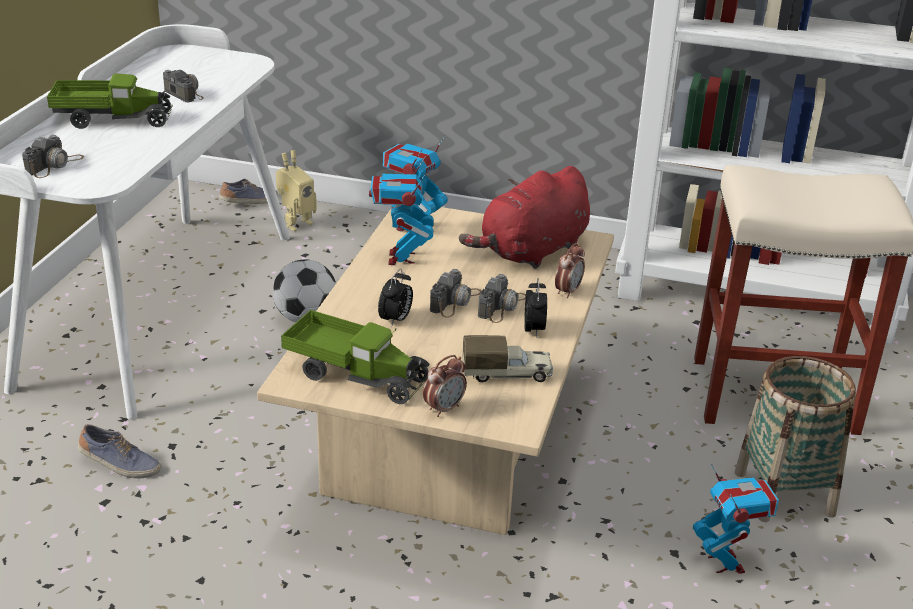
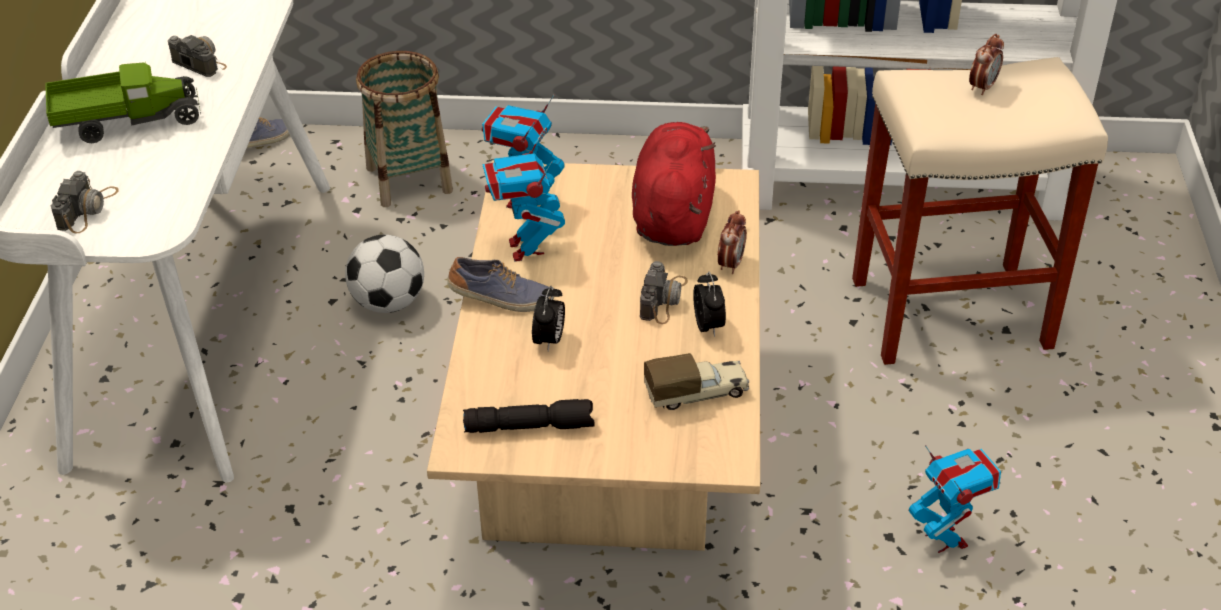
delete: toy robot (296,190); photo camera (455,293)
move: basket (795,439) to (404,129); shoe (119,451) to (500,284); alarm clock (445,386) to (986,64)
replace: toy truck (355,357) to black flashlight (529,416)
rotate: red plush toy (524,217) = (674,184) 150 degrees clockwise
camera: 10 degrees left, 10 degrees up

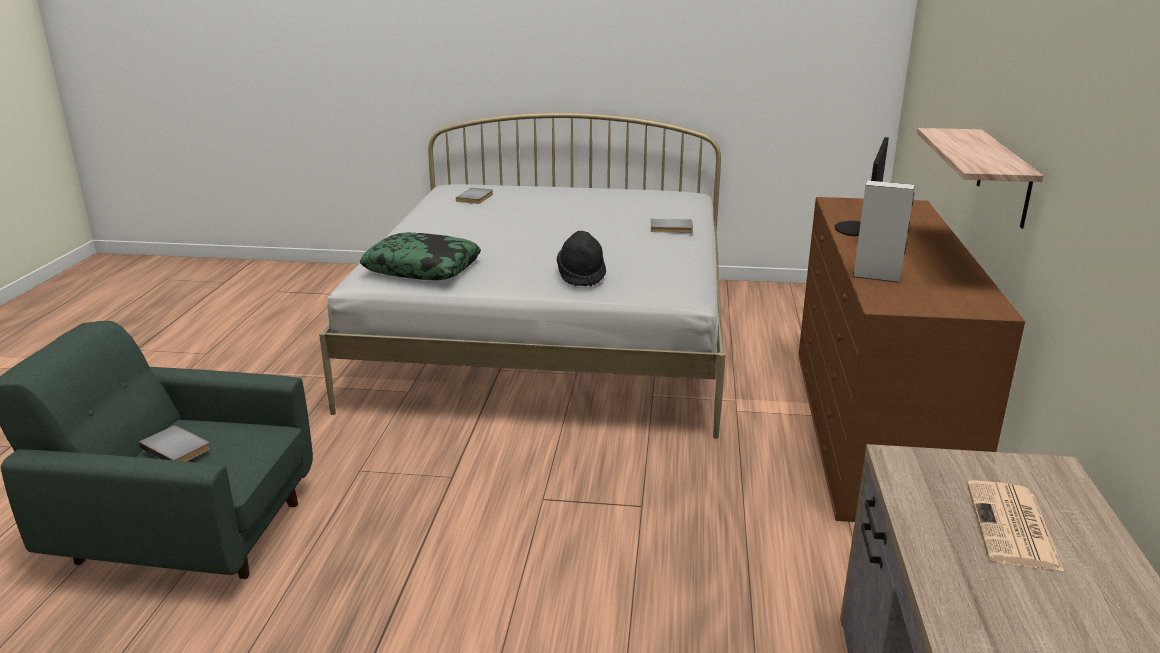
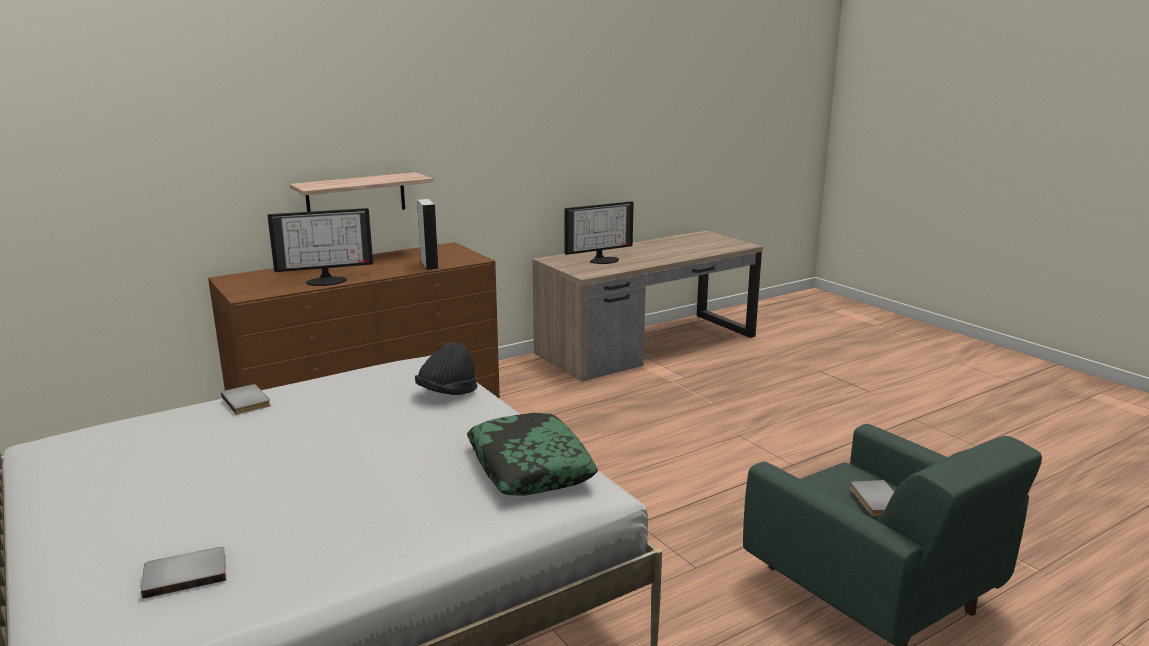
replace: newspaper (1015,525) to monitor (599,232)
camera: 130 degrees left, 5 degrees down

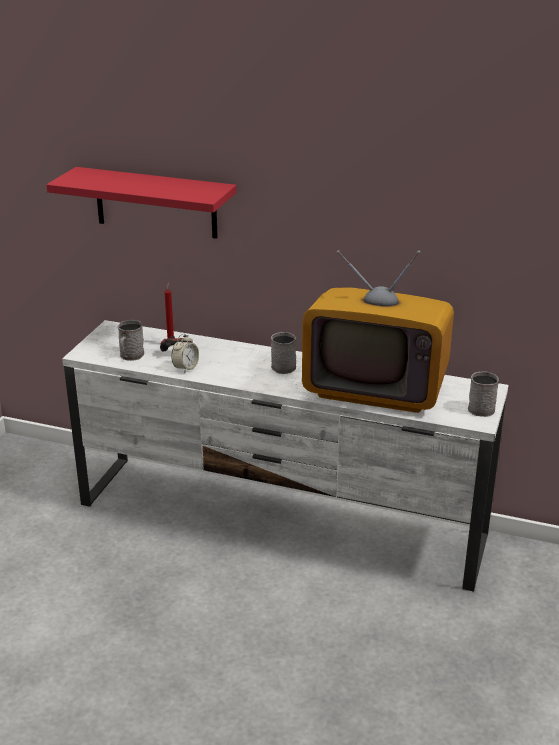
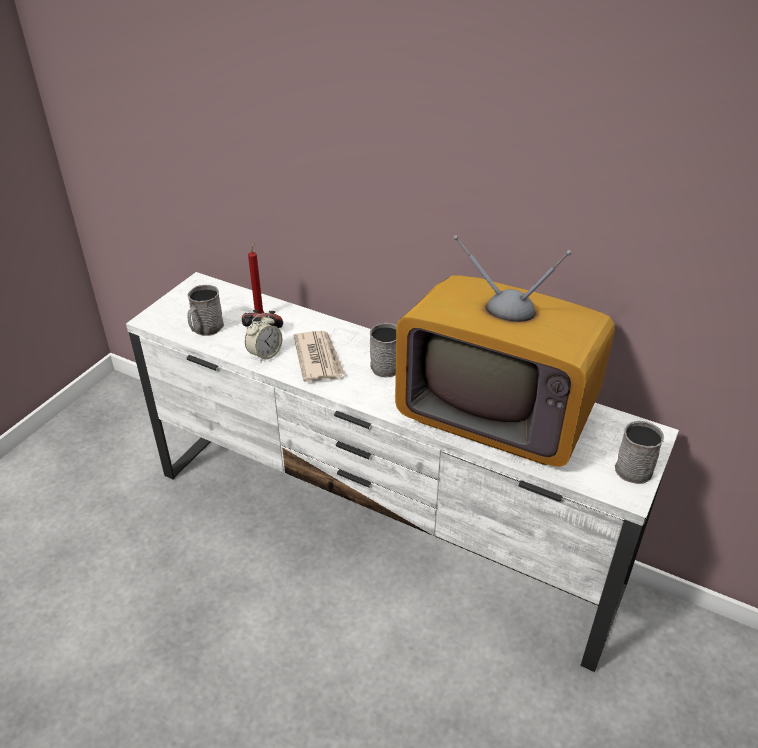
delete: red shelf (141,203)
insert: newspaper (319,356)
camera: 10 degrees right, 10 degrees up

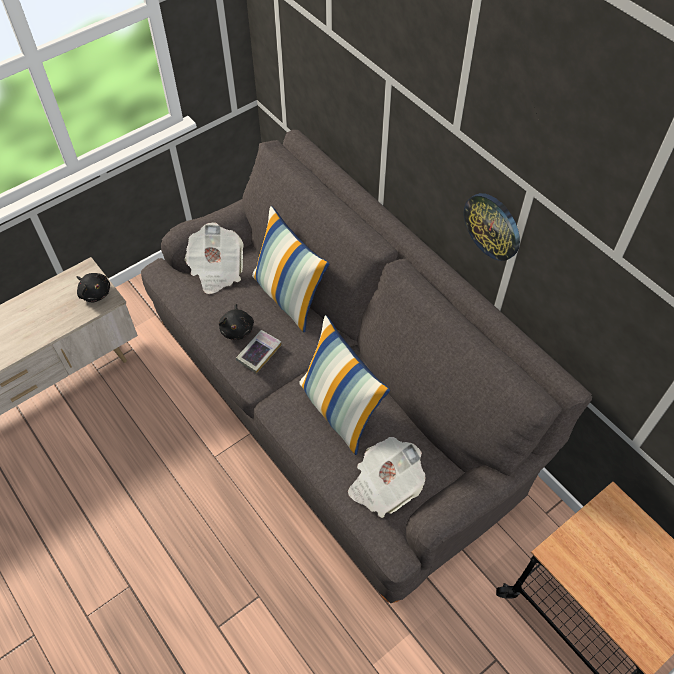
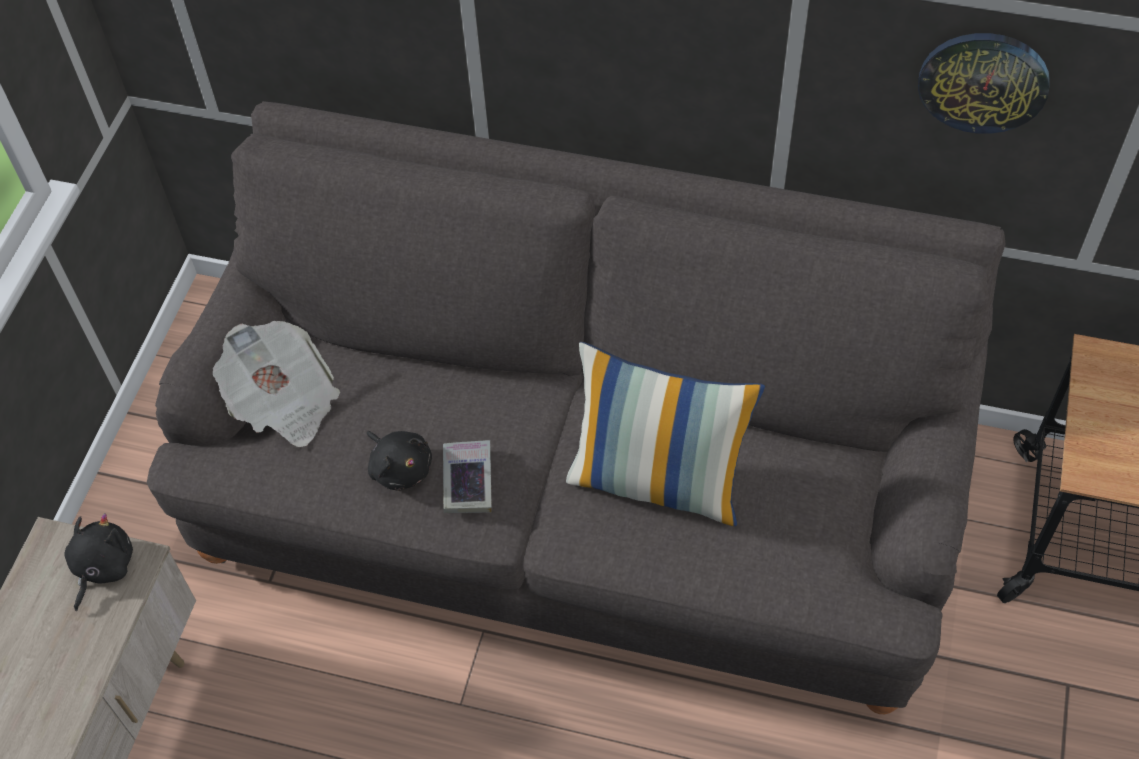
delete: pillow (290,269); newspaper (387,477)
move: wall clock (492,227) to (984,83)
rotate: black plush toy (93,288) = (98,562) 75 degrees counterclockwise
camera: 35 degrees left, 0 degrees up

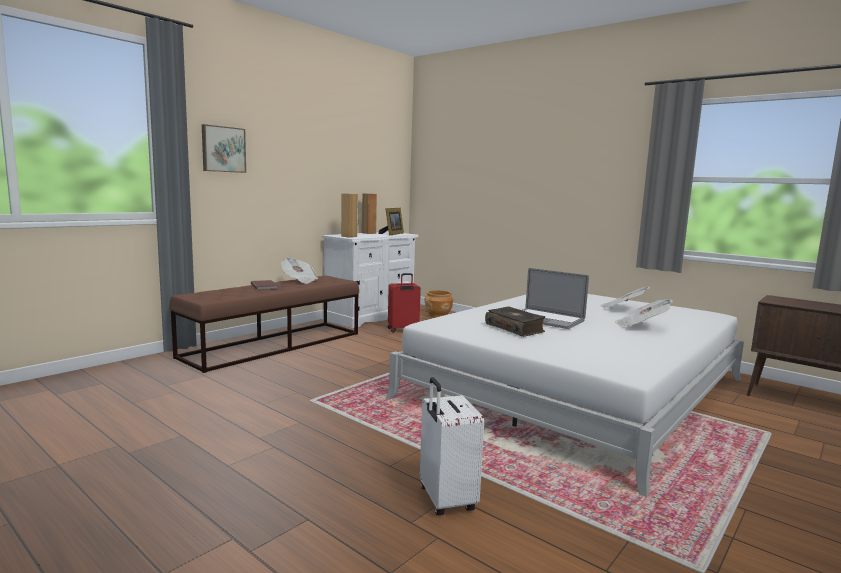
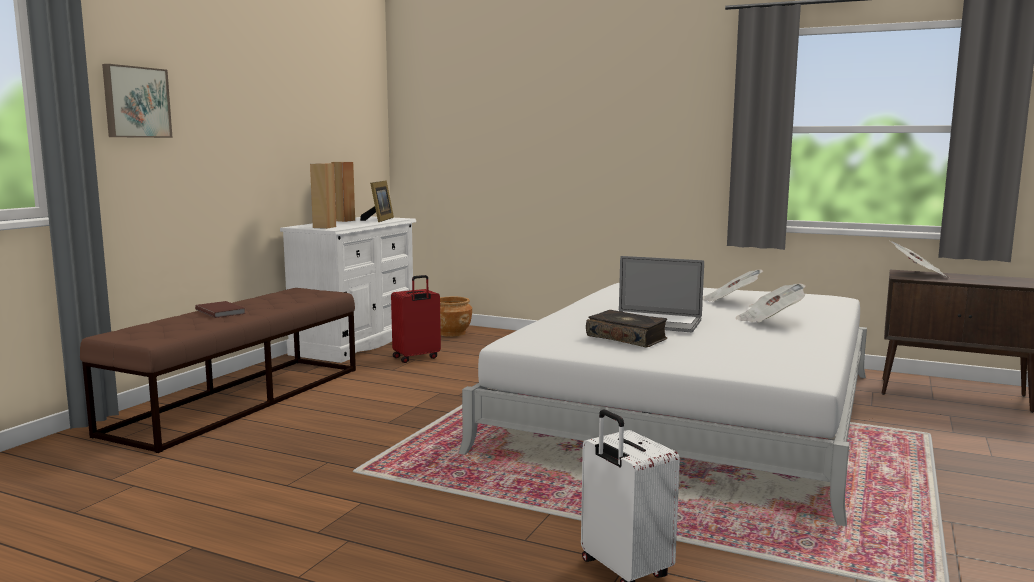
move: newspaper (299,271) to (919,259)
camera: 15 degrees left, 0 degrees up

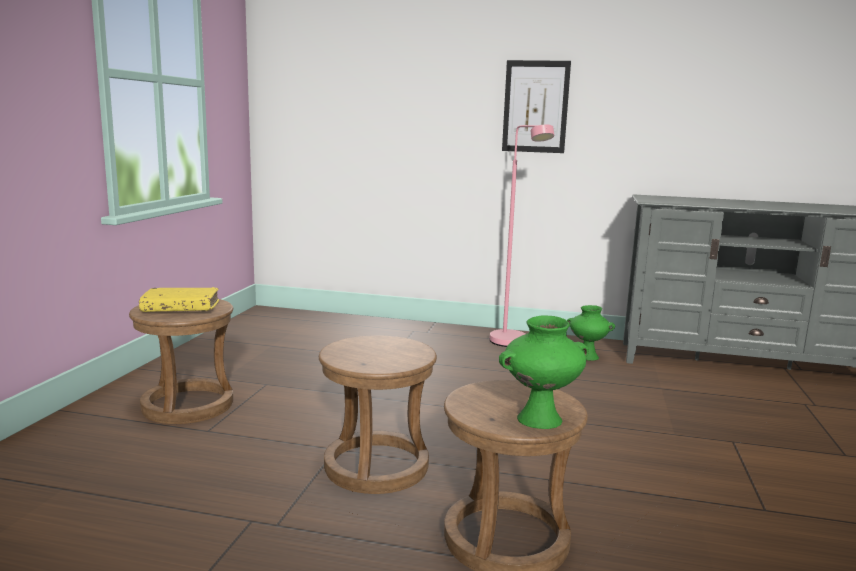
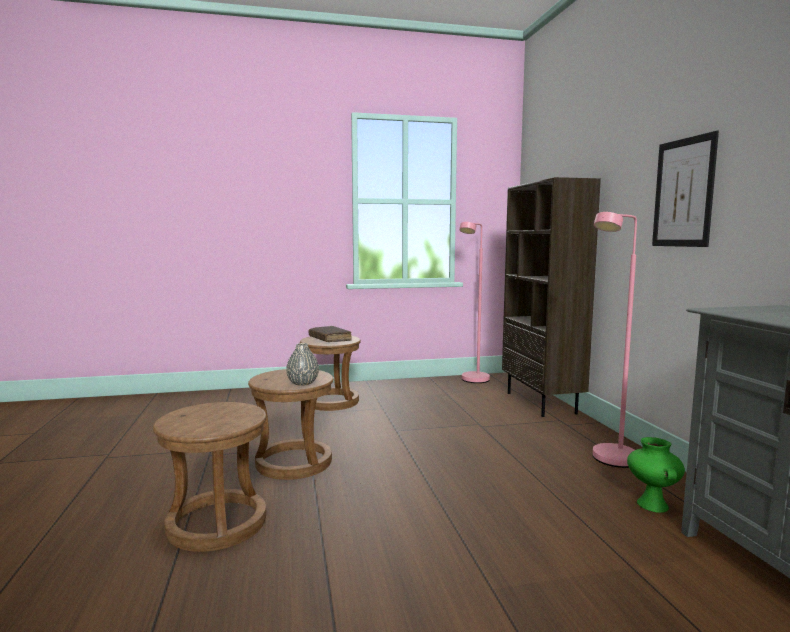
delete: green vase (544,372)
insert: grey vase (302,364); pink floor lamp (474,302); brown bookcase (551,297)
recolor: yellow book (179,299) to brown book (330,334)
camera: 65 degrees right, 5 degrees down

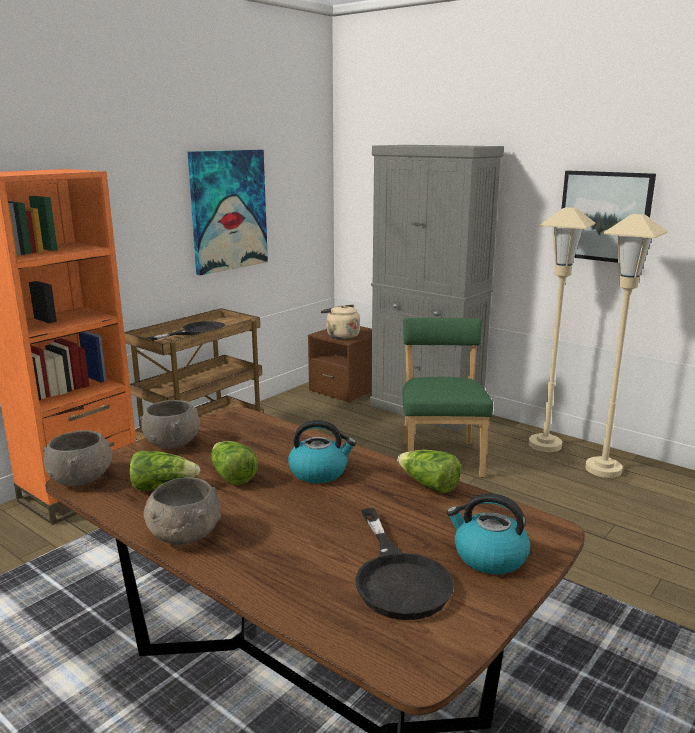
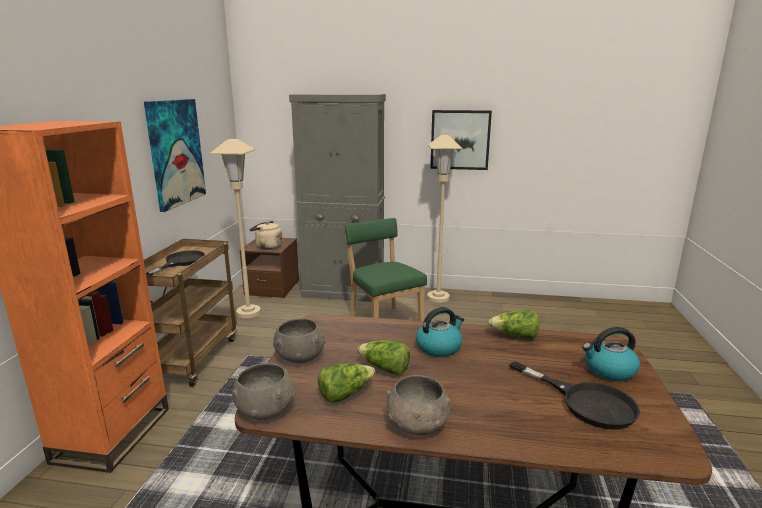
move: beige floor lamp (626,346) to (235,228)
camera: 30 degrees left, 0 degrees up

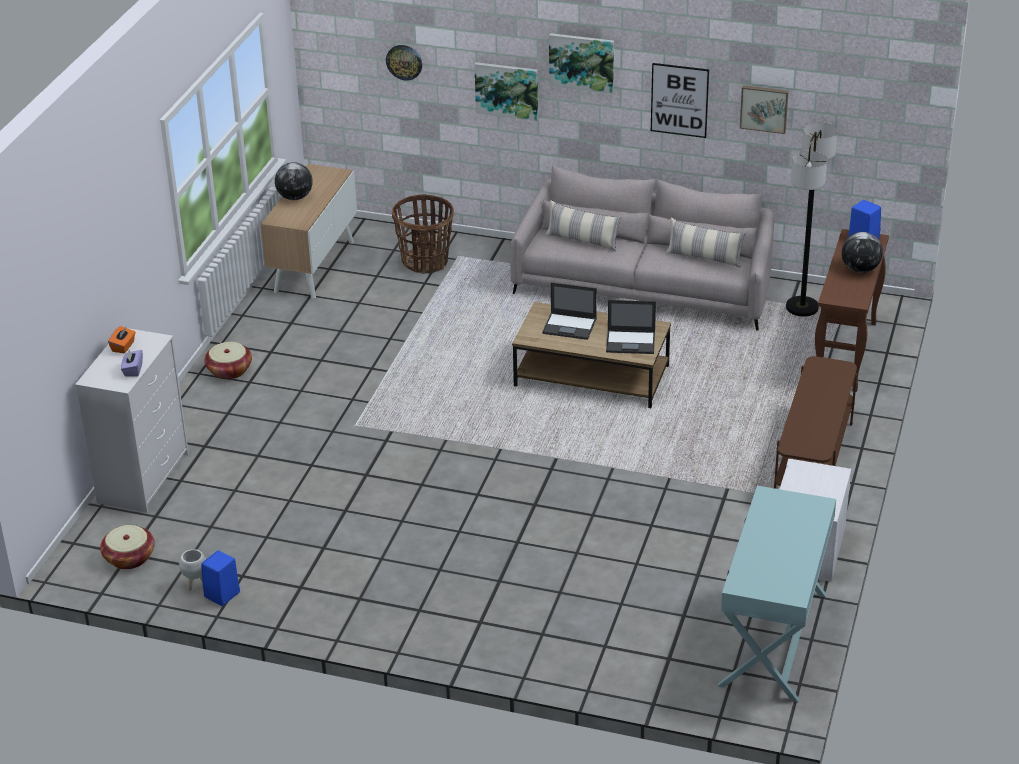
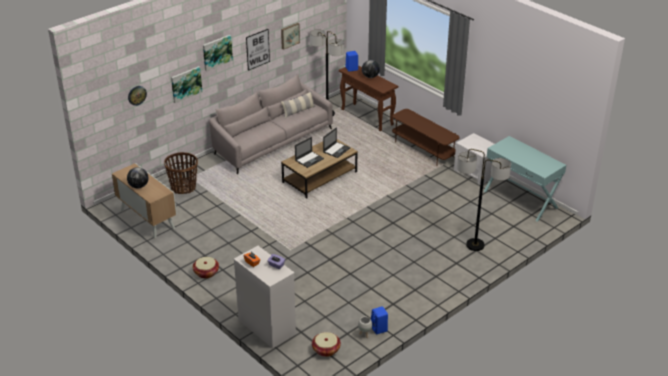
delete: pillow (583,225)
insert: floor lamp (484,200)
camera: 60 degrees left, 0 degrees up

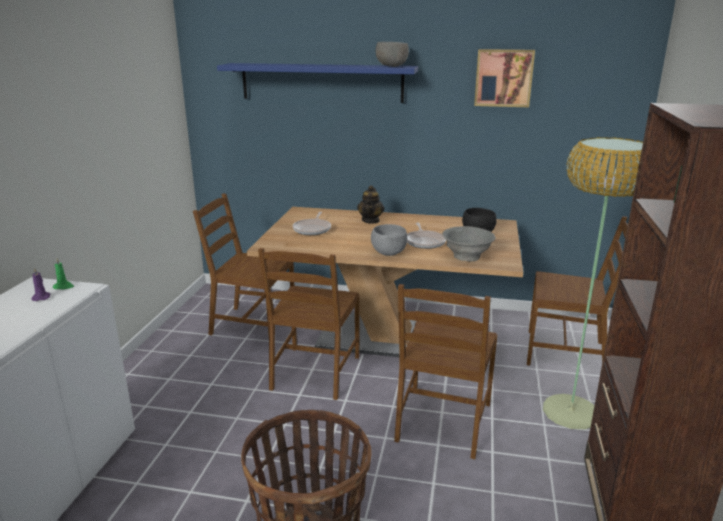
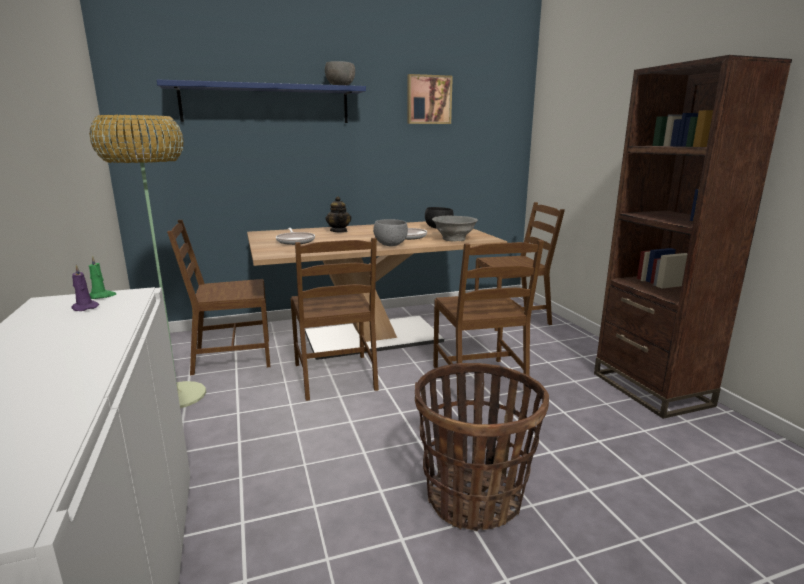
move: floor lamp (593,283) to (147,261)
camera: 30 degrees left, 5 degrees down

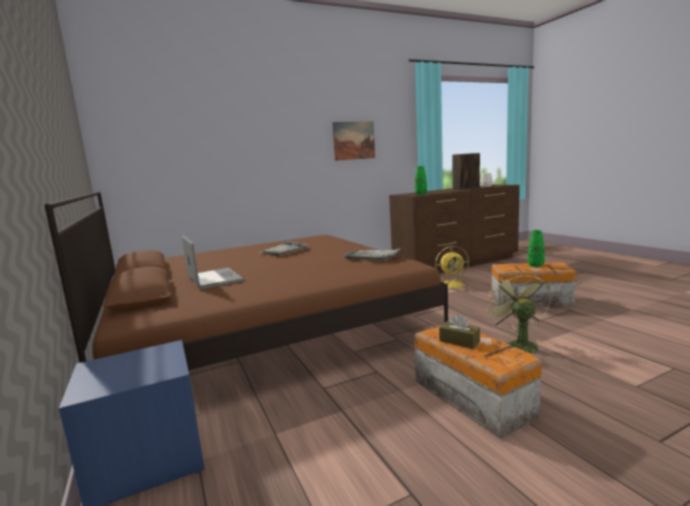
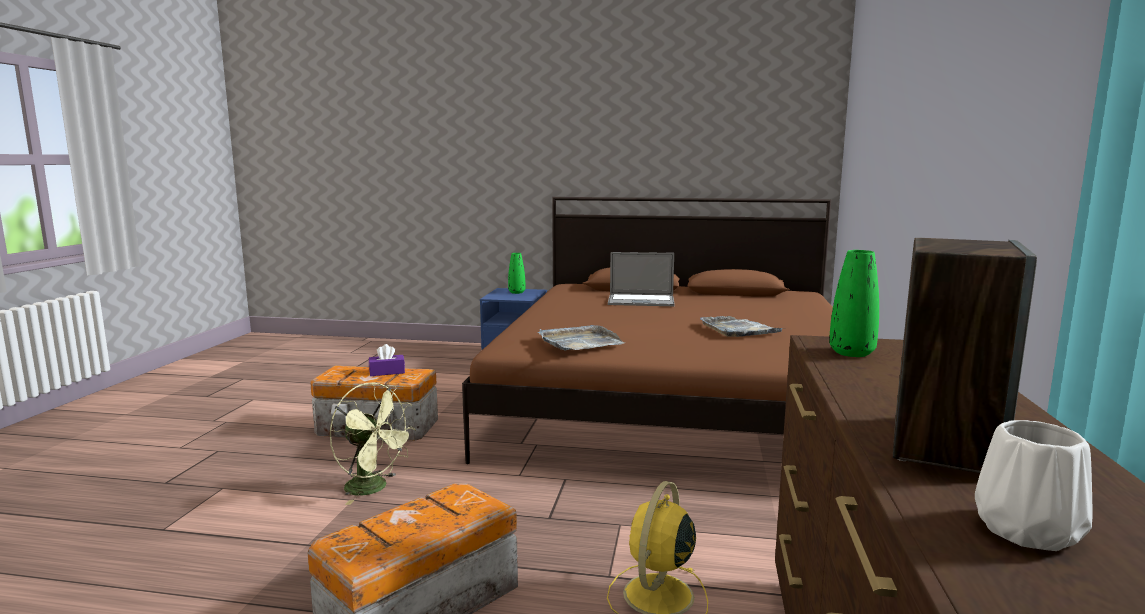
delete: picture (353,141)
move: green vase (536,248) to (516,273)
recolor: brown tissue box (459,331) to purple tissue box (387,360)
camera: 125 degrees right, 0 degrees up

